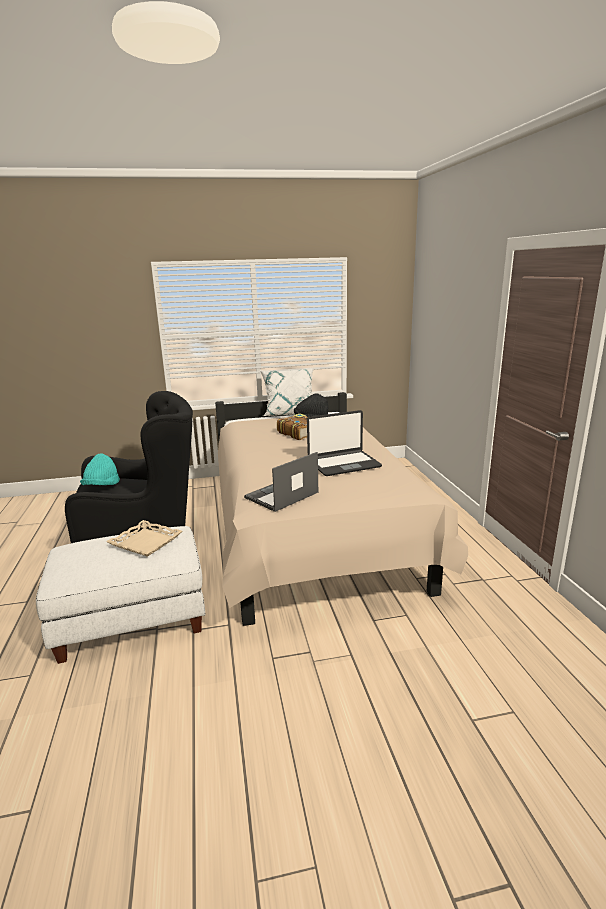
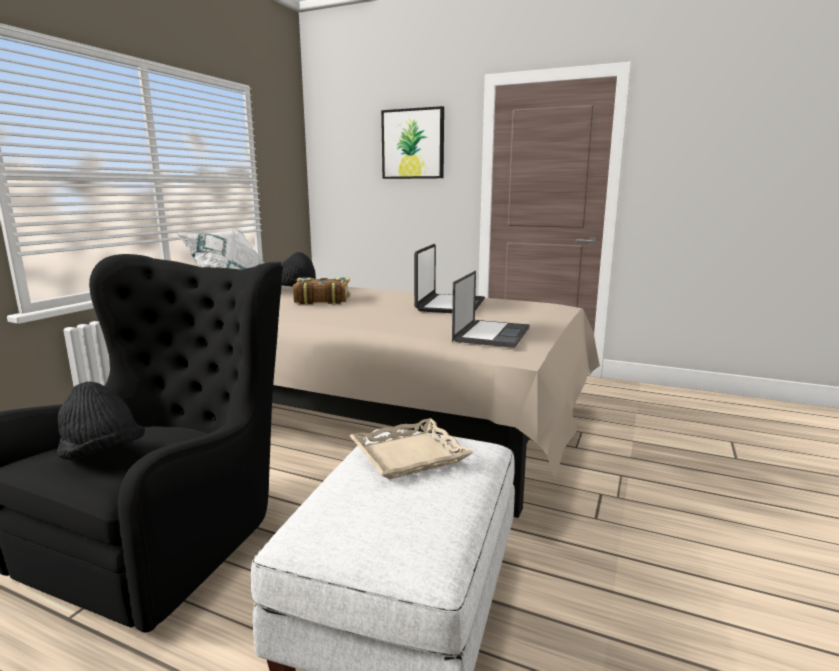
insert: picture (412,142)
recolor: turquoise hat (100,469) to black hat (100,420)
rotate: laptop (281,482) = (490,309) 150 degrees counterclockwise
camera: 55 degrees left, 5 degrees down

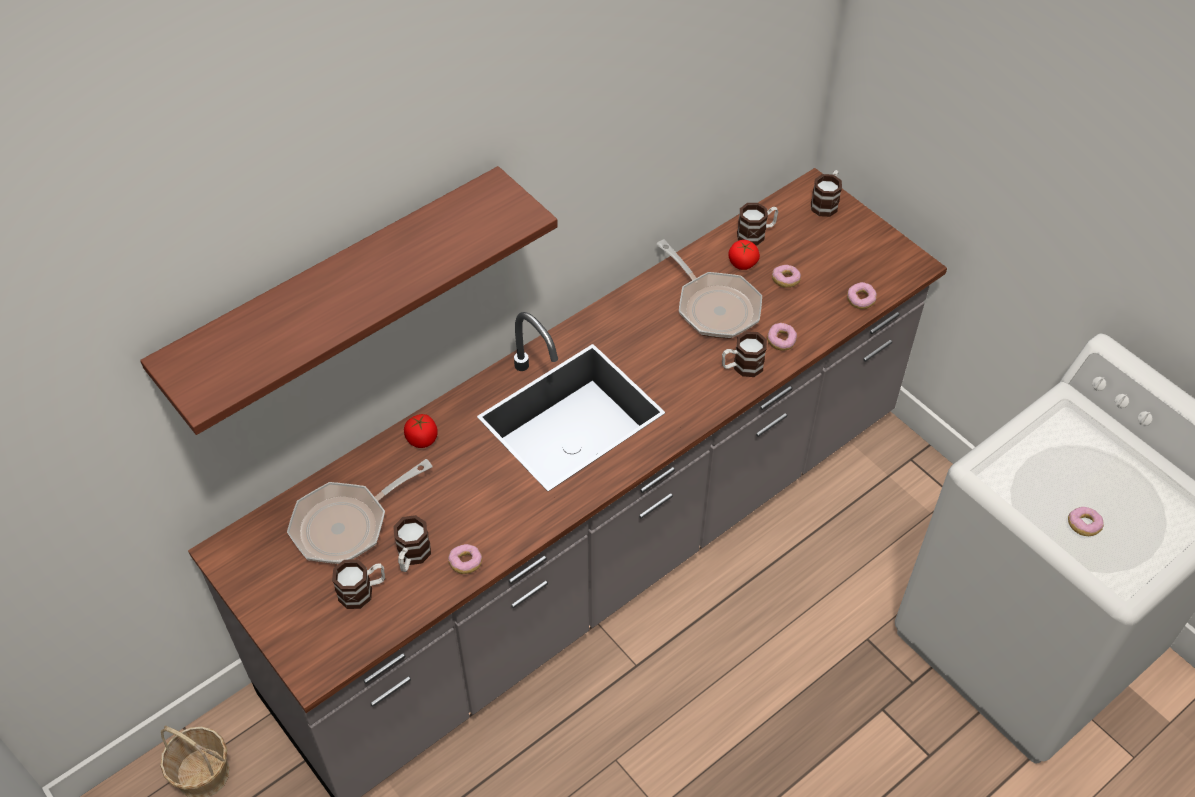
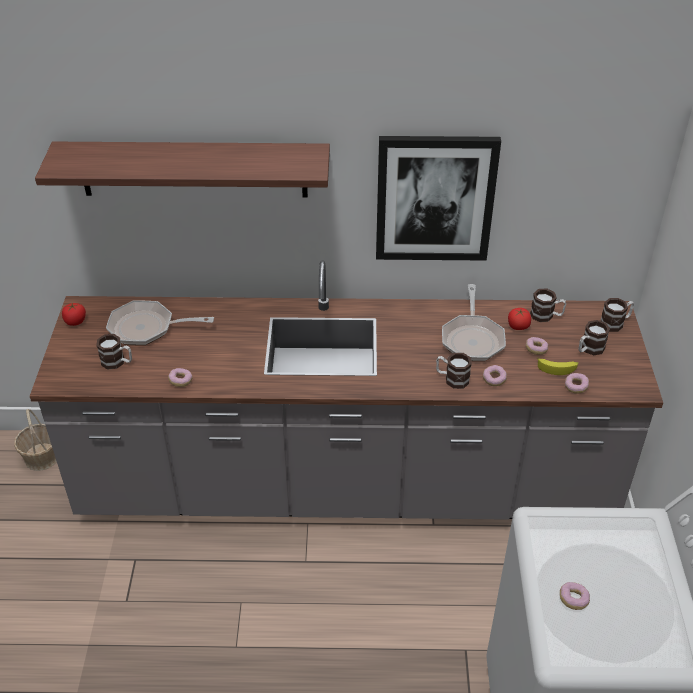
insert: picture (438,198); banana (558,366)
move: tomato (421,431) to (74,314); mug (412,543) to (594,337)
camera: 40 degrees right, 10 degrees down

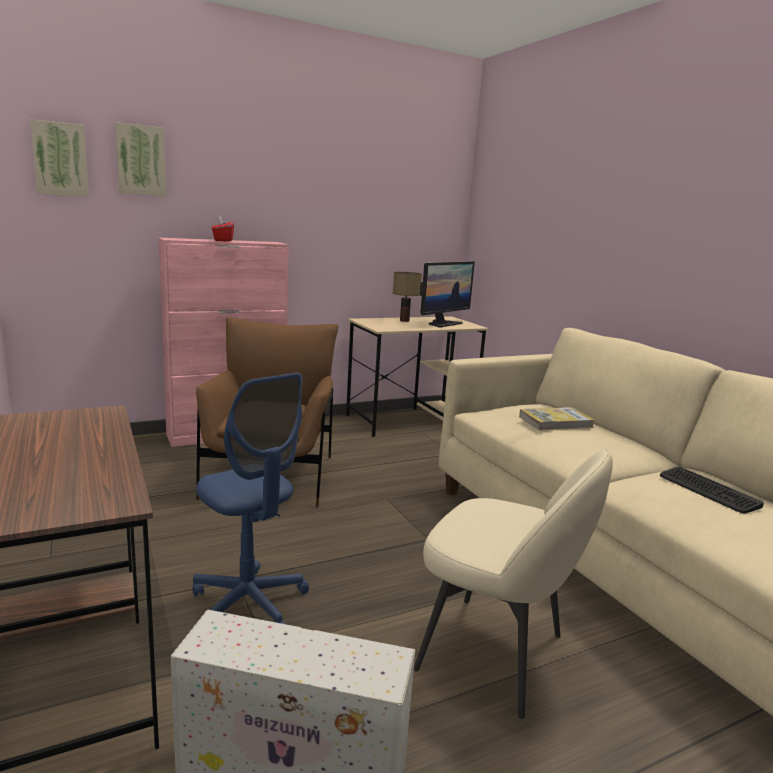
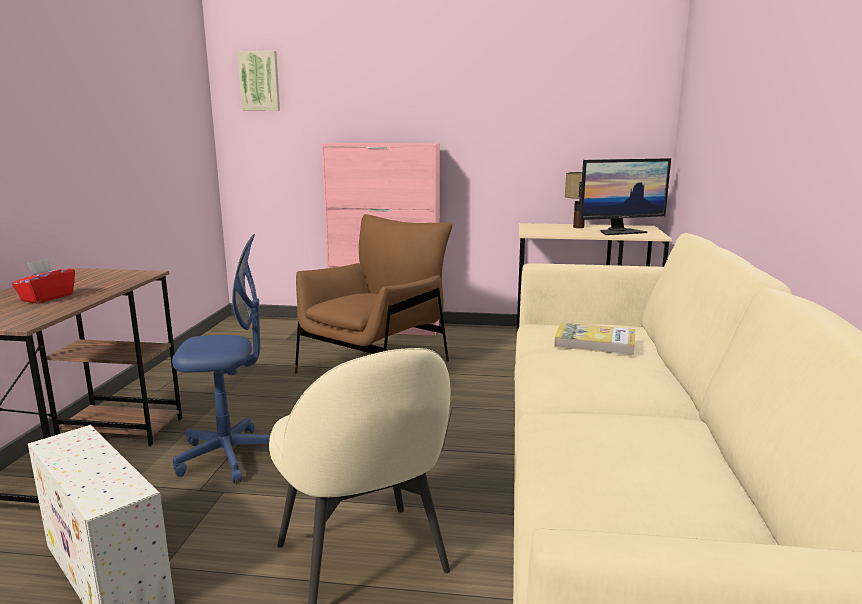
delete: picture (140,159); keyboard (712,489)
move: red tissue box (223,228) to (43,281)
rotate: blue office chair (250,498) = (221,358) 90 degrees counterclockwise
camera: 35 degrees right, 0 degrees up

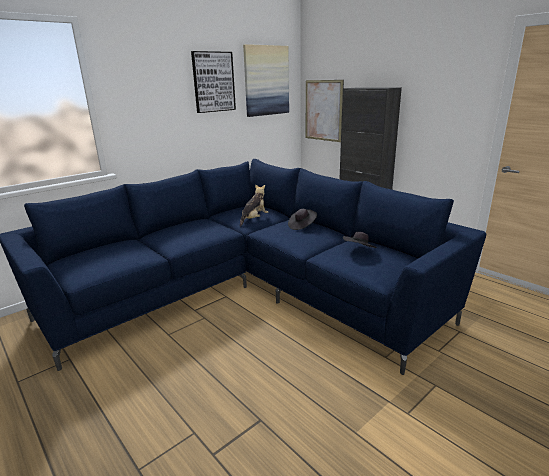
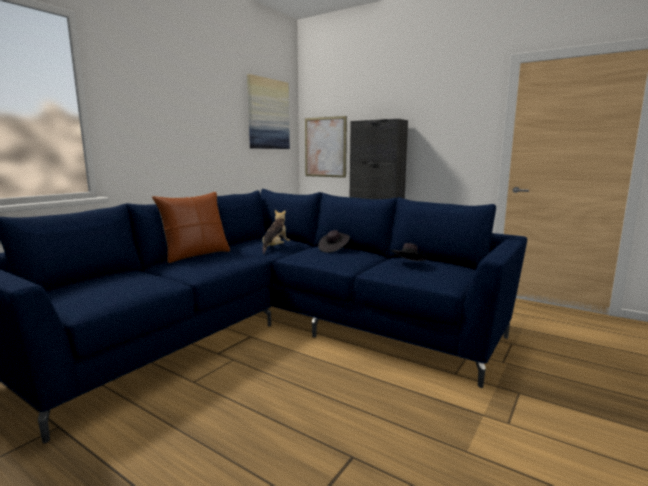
delete: picture (213,82)
insert: brown pillow (191,227)
camera: 15 degrees left, 10 degrees down

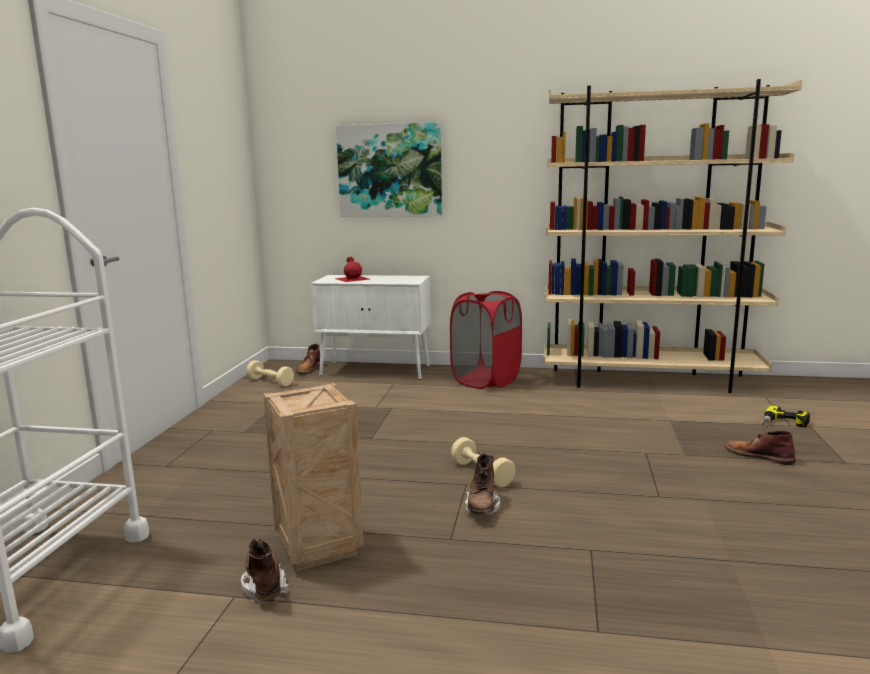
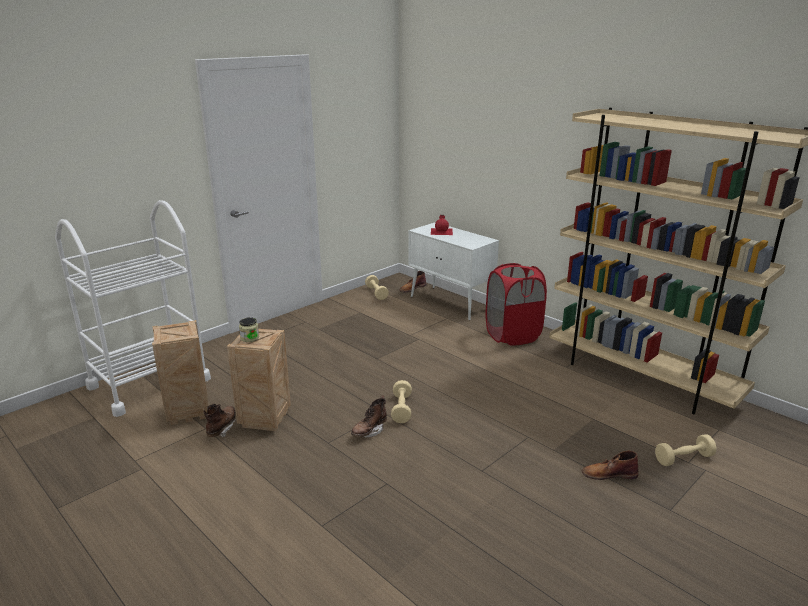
delete: picture (389,169)
insert: crate (180,372); jar (249,329)
replace: power drill (785,416) to beige dumbbell (685,450)
rotate: brown boot (760,448) = (610,465) 75 degrees counterclockwise
camera: 35 degrees right, 10 degrees up

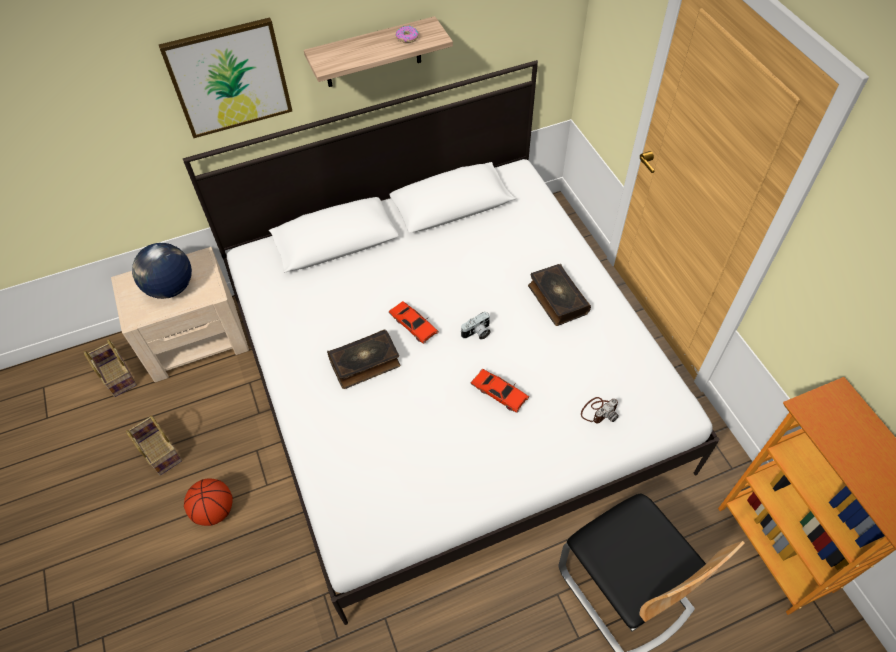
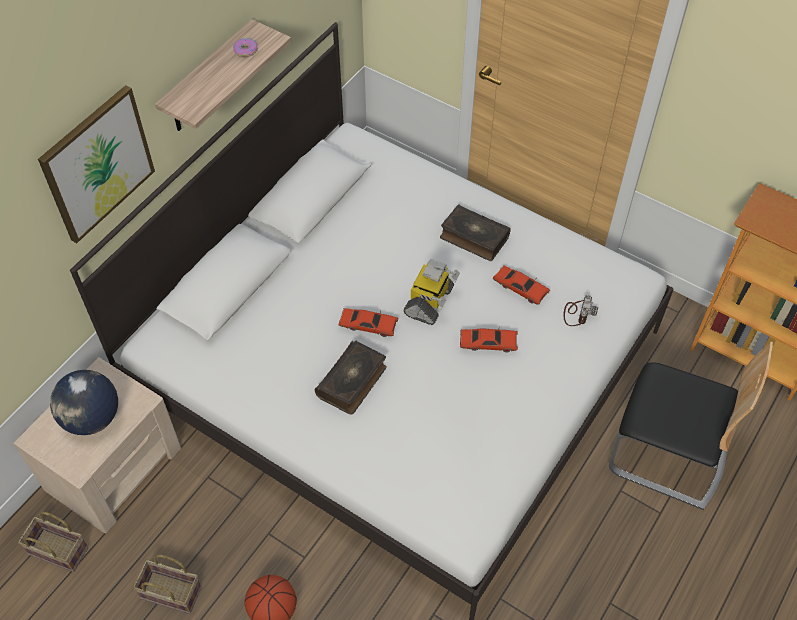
insert: red toy car (521,285)
replace: photo camera (476,326) to toy robot (431,292)
camera: 35 degrees left, 0 degrees up

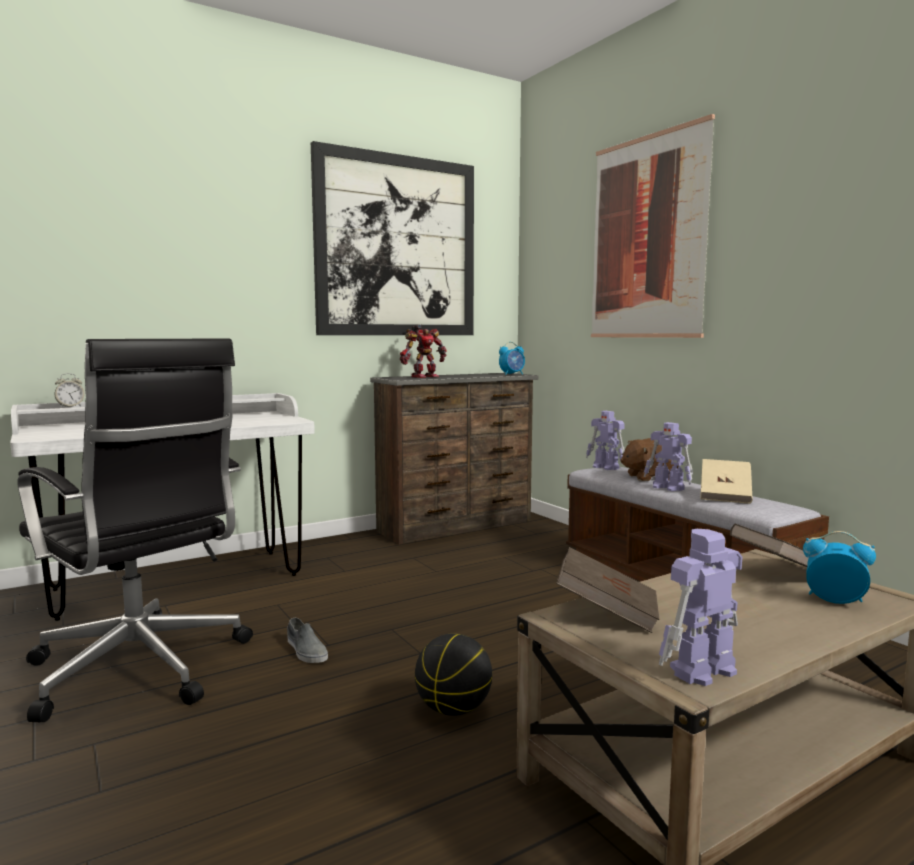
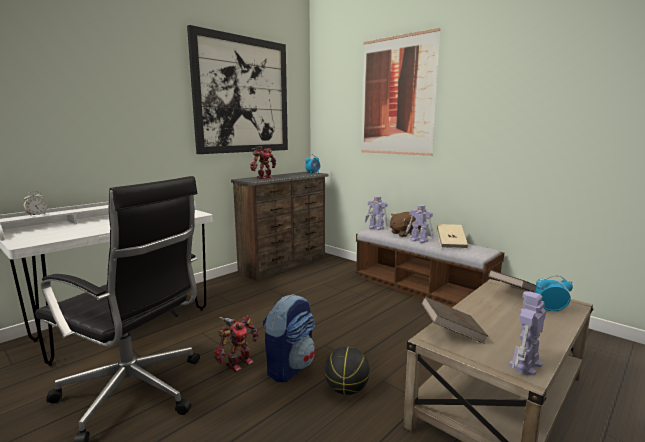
insert: backpack (289,338)
replace: grey shoe (307,640) to toy robot (236,343)
camera: 15 degrees left, 5 degrees up

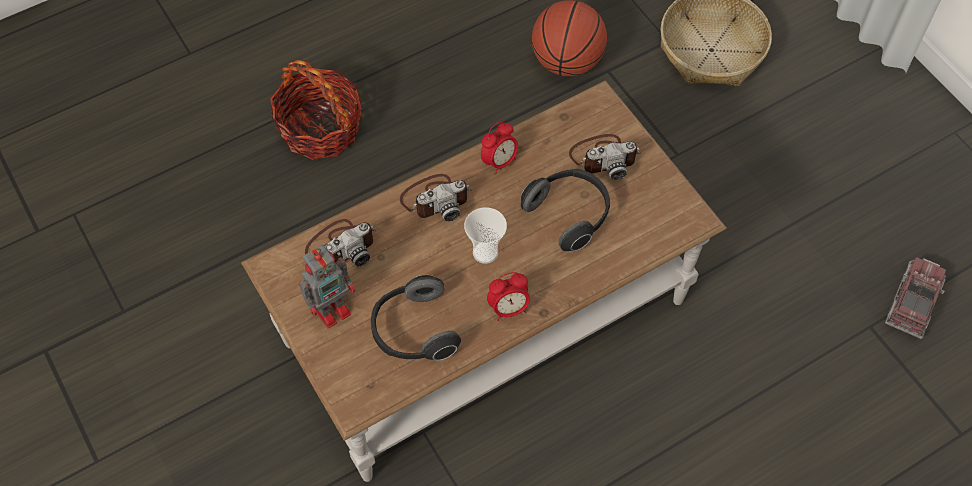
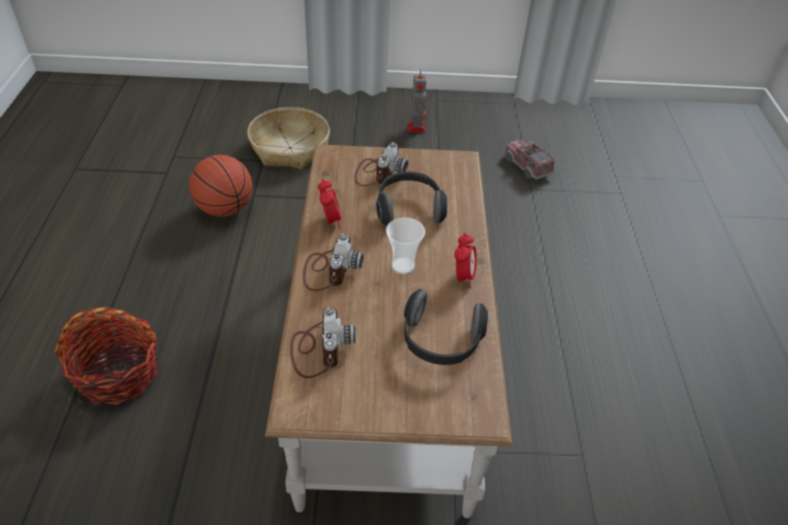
move: toy robot (327,286) to (417,101)
camera: 60 degrees left, 15 degrees down

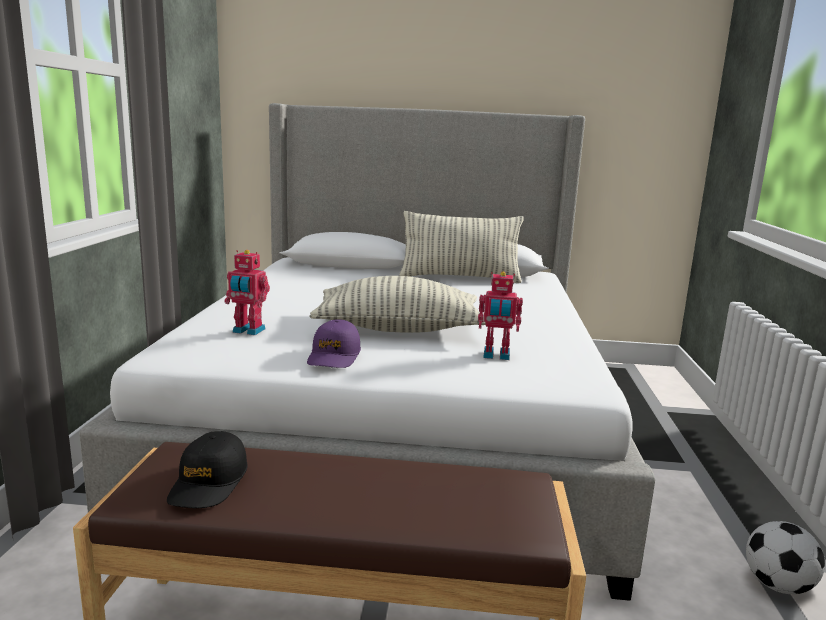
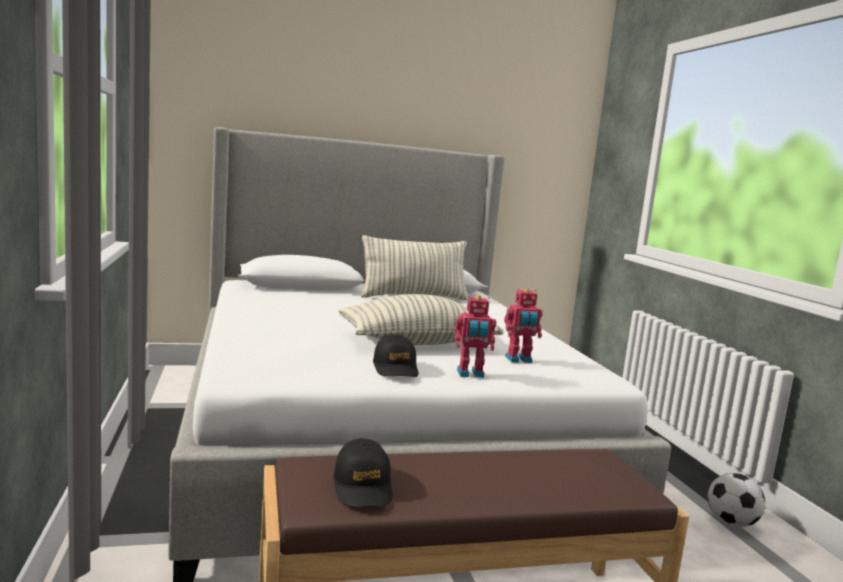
move: toy robot (247,292) to (475,336)
recolor: purple cap (334,343) to black cap (396,355)
camera: 20 degrees left, 5 degrees down

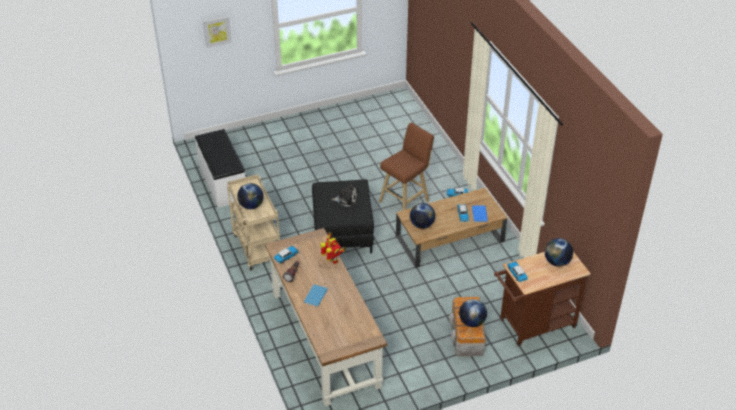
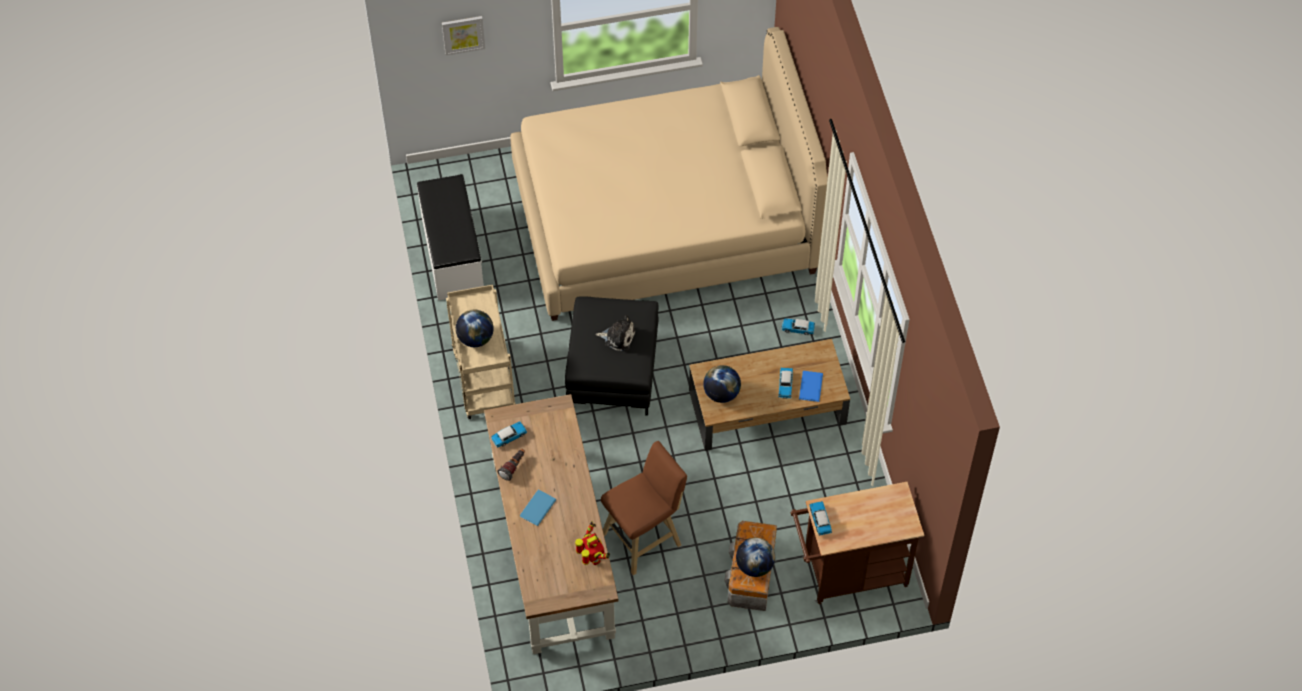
delete: globe (559,252)
insert: beige bed (669,174)
move: toy robot (333,247) to (592,543); brown stool (406,166) to (644,508)
camera: 10 degrees right, 15 degrees up

